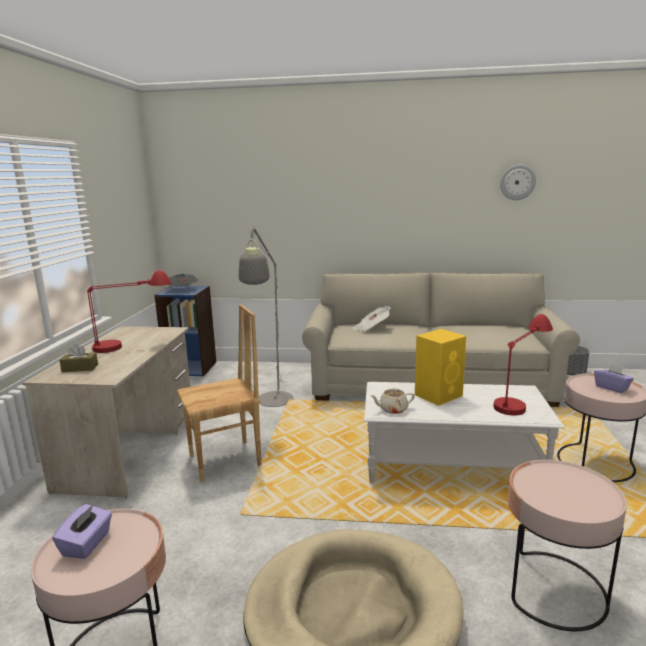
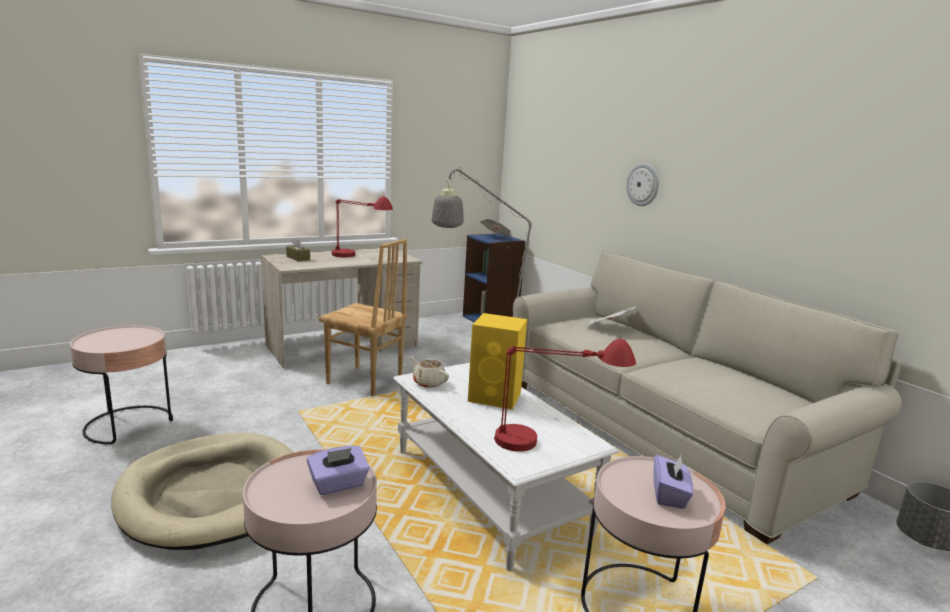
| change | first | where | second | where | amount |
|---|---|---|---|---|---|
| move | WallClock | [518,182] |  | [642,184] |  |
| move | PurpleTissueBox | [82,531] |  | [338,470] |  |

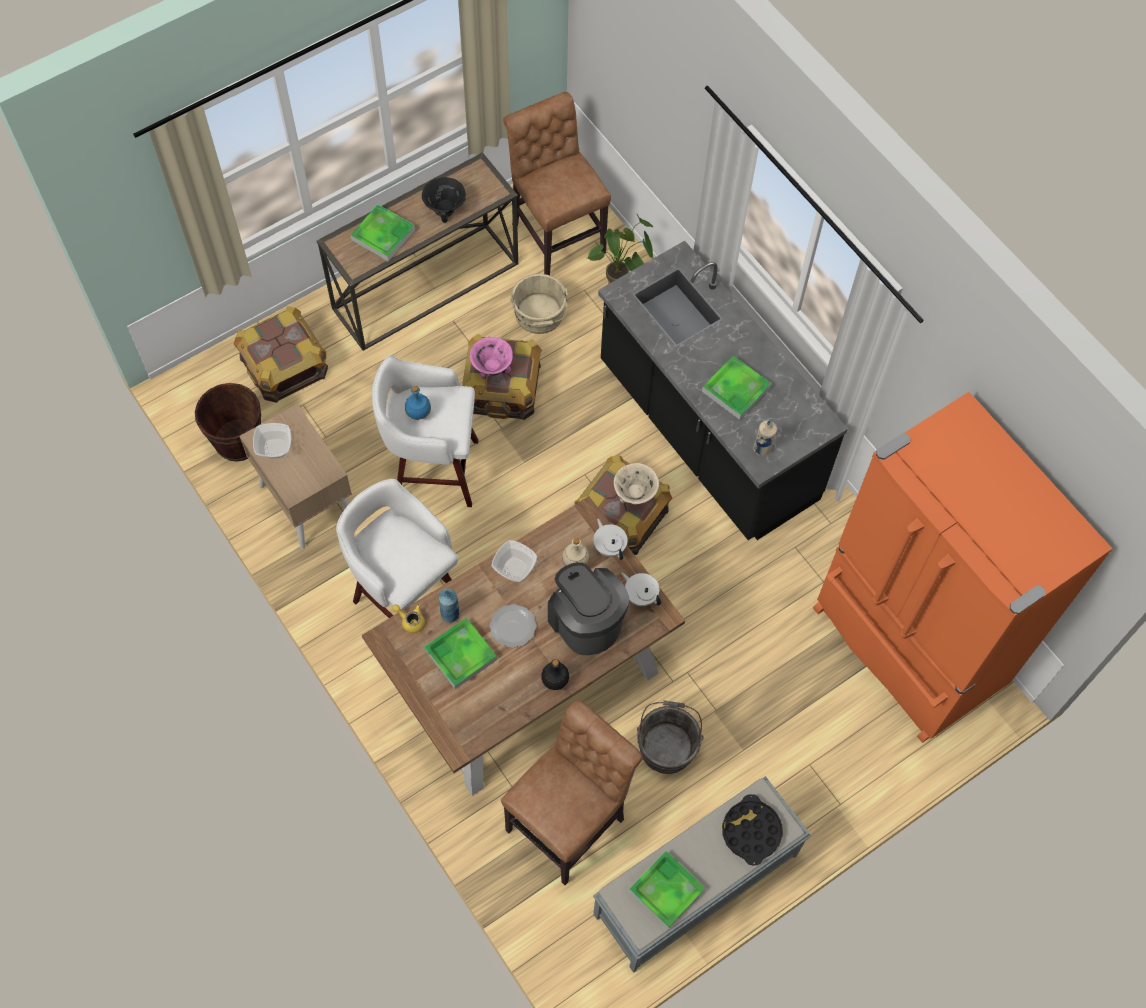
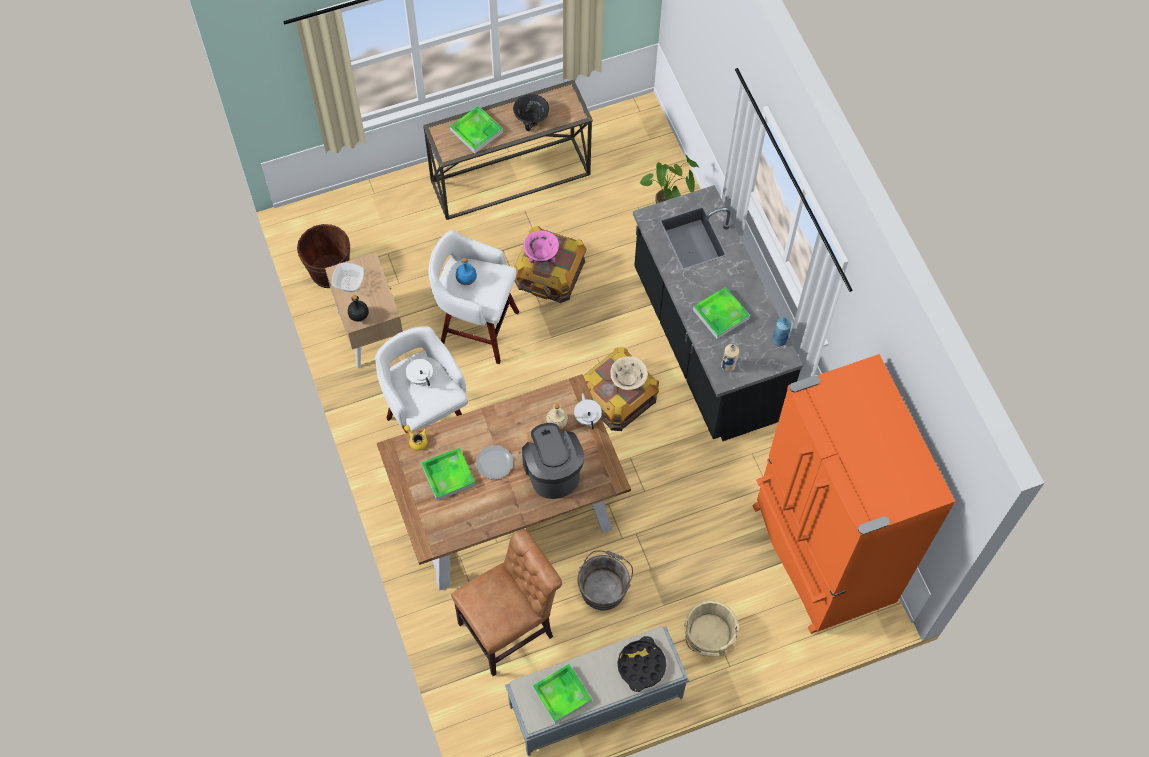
| change | first | where | second | where | amount |
|---|---|---|---|---|---|
| delete | BrownChair | [557,183] |  |  |  |
| move | BeigeBucket | [539,304] |  | [711,628] |  |
| delete | Crate | [281,354] |  |  |  |
| delete | Bowl | [514,561] |  |  |  |
| move | WhiteTeapot | [641,589] |  | [419,370] |  |
| move | BlueBottle | [449,606] |  | [782,332] |  |
| move | BlackBottle | [555,675] |  | [358,308] |  |

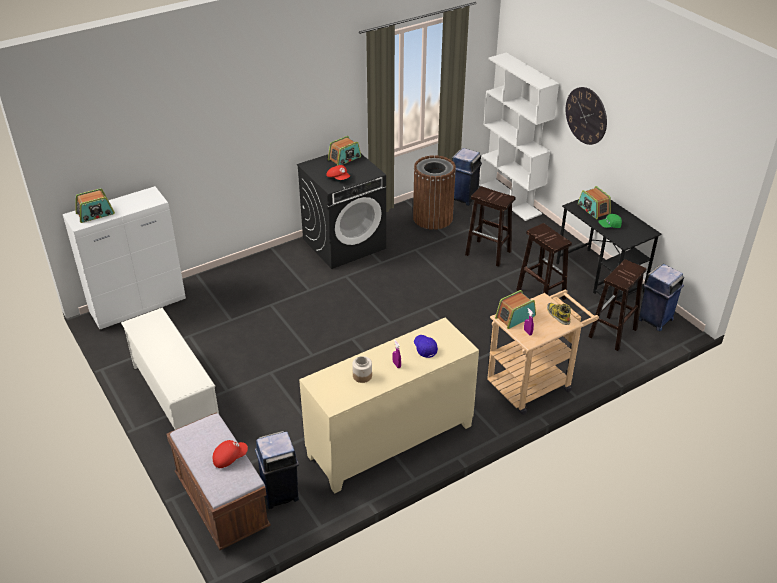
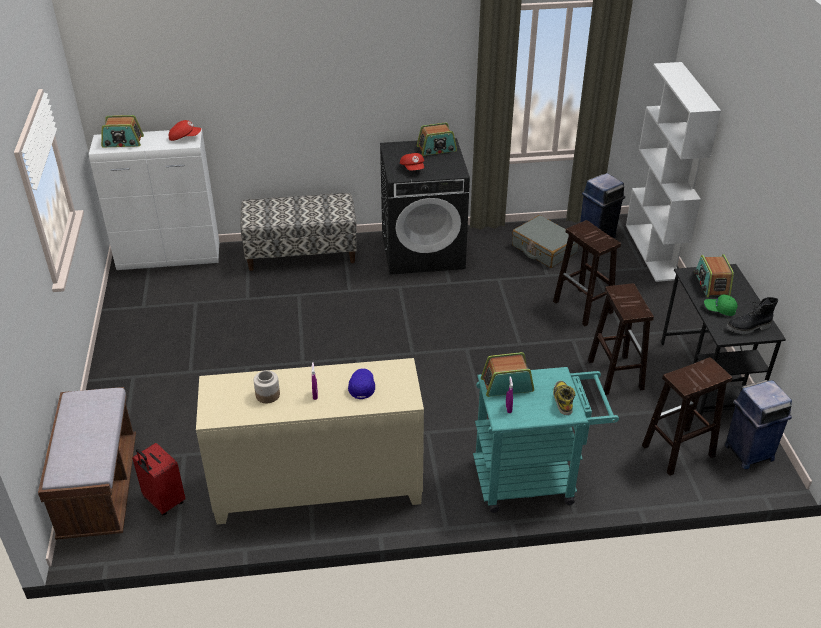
| change | first | where | second | where | amount |
|---|---|---|---|---|---|
| delete | WallClock | [586,116] |  |  |  |
| replace | BrownTrashCan | [434,192] | GreySuitcase | [545,241] |  |
| recolor | BeigeCart | [543,352] | TurquoiseCart | [546,440] |  |
| delete | WhiteShoeRack | [170,369] |  |  |  |
| replace | BlueTrashCan | [277,470] | RedSuitcase | [159,479] |  |
| move | RedCap | [230,454] |  | [185,130] |  |
| insert |  |  | Bench | [298,232] |  |
| insert |  |  | BlackBoot | [752,315] |  |

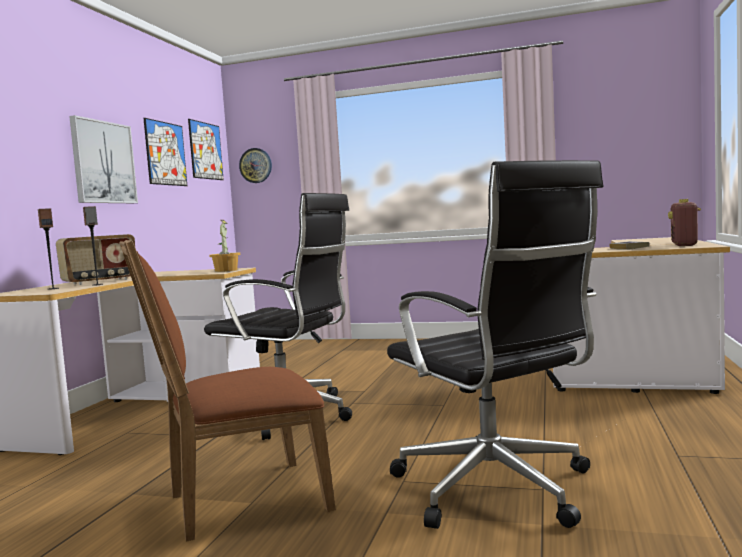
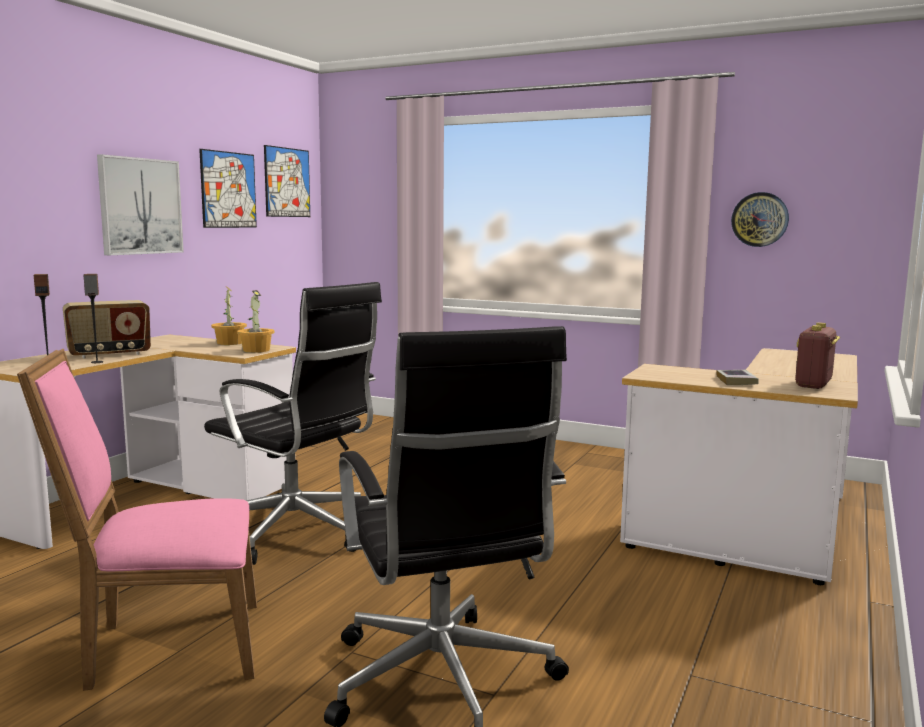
| change | first | where | second | where | amount |
|---|---|---|---|---|---|
| move | WallClock | [255,165] |  | [760,219] |  |
| recolor | BrownChair | [227,391] | PinkChair | [137,520] |  |
| insert |  |  | PottedPlant | [229,315] |  |

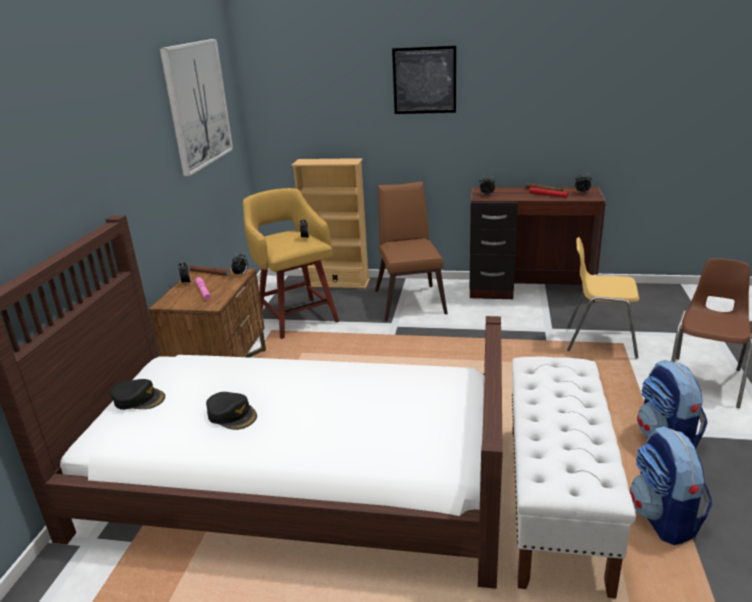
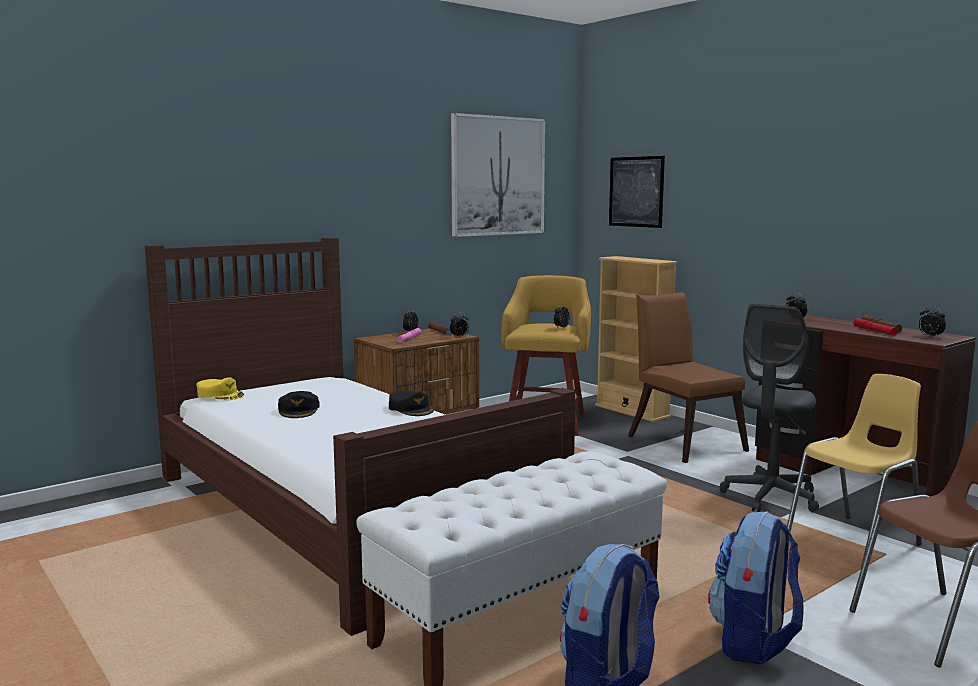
| change | first | where | second | where | amount |
|---|---|---|---|---|---|
| move | Picture | [424,80] |  | [637,192] |  |
| rotate | BrownChair | [411,251] |  | [688,377] | 60 degrees counterclockwise |
| rotate | YellowChair | [603,298] |  | [854,471] | 90 degrees clockwise |
| move | BlackCap | [137,394] |  | [411,403] |  |
| insert |  |  | GreyOfficeChair | [769,408] |  |
| insert |  |  | YellowCap | [220,388] |  |

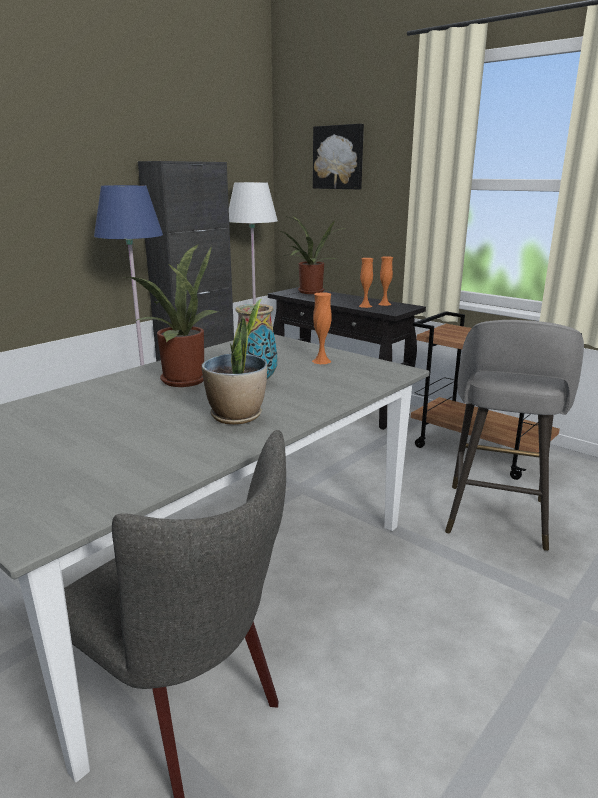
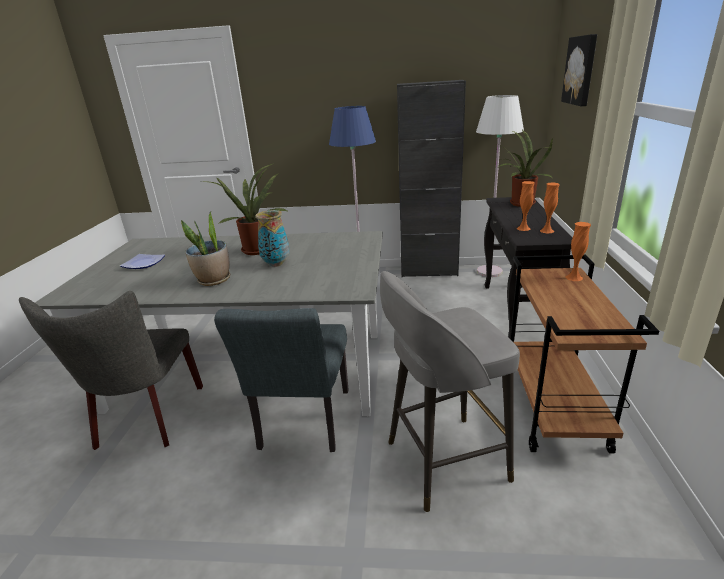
| change | first | where | second | where | amount |
|---|---|---|---|---|---|
| move | OrangeVase | [322,328] |  | [578,251] |  |
| insert |  |  | Plate | [142,261] |  |
| insert |  |  | GreyChair | [281,380] |  |

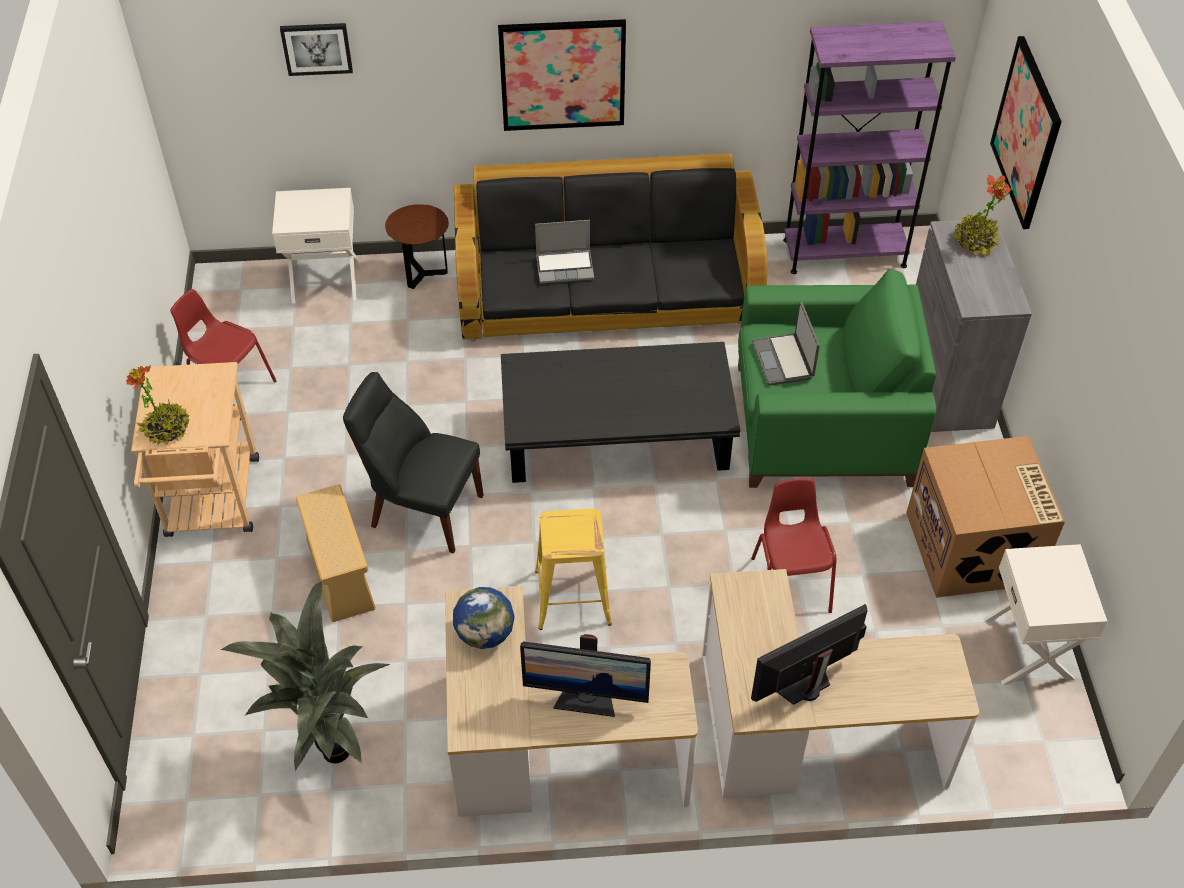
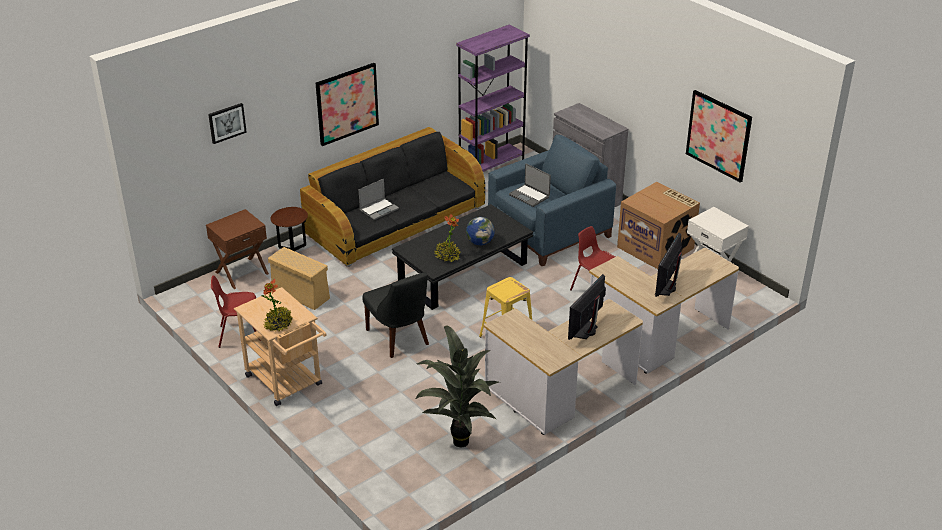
| change | first | where | second | where | amount |
|---|---|---|---|---|---|
| move | Picture | [1026,132] |  | [719,136] |  |
| move | PottedPlant | [983,215] |  | [447,238] |  |
| recolor | WhiteNightstand | [315,246] | BrownNightstand | [237,249] |  |
| recolor | GreenArmchair | [837,378] | BlueArmchair | [552,200] |  |
| rotate | BlackChair | [413,462] |  | [396,315] | 105 degrees counterclockwise |
| move | BeigeStorageBox | [336,553] |  | [299,278] |  |
| move | Globe | [484,618] |  | [480,231] |  |
| rotate | Monitor | [585,675] |  | [587,307] | 150 degrees clockwise |

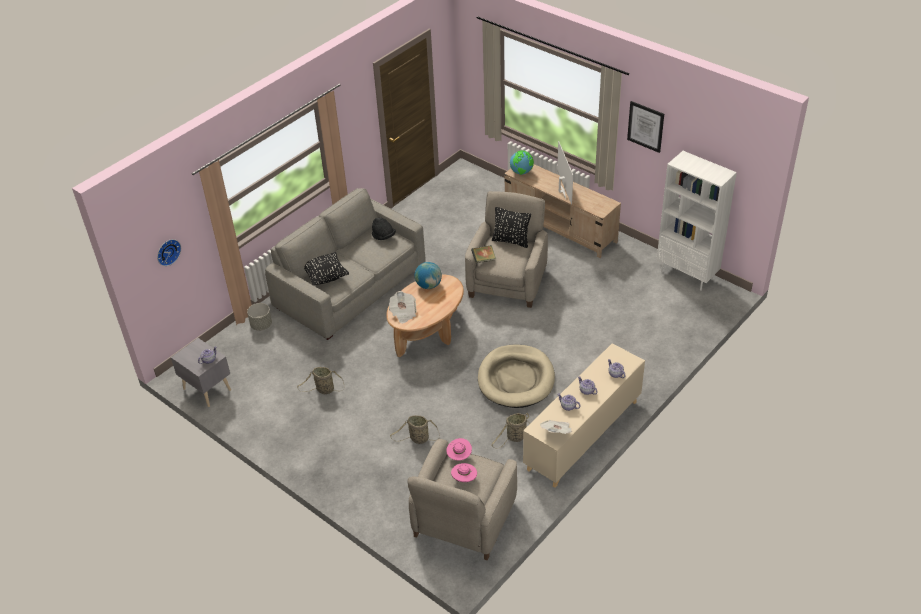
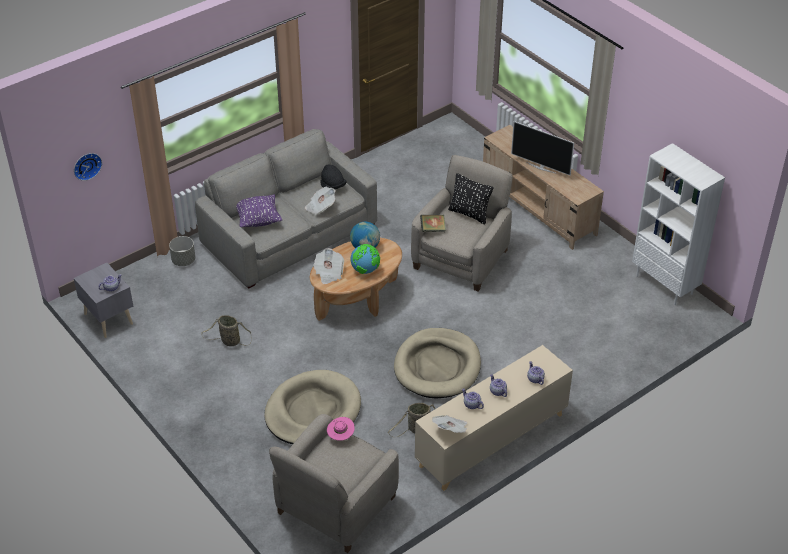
| change | first | where | second | where | amount |
|---|---|---|---|---|---|
| delete | Picture | [645,127] |  |  |  |
| rotate | Television | [565,173] |  | [542,148] | 120 degrees clockwise |
| move | Globe | [522,162] |  | [365,259] |  |
| recolor | BlackPillow | [326,269] | PurplePillow | [259,210] |  |
| replace | Basket | [415,429] | BeigeDogBed | [312,407] |  |
| delete | PinkHat | [464,472] |  |  |  |
| insert |  |  | Newspaper | [320,201] |  |

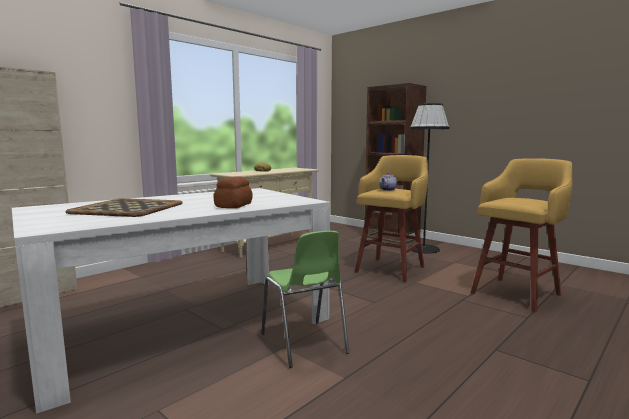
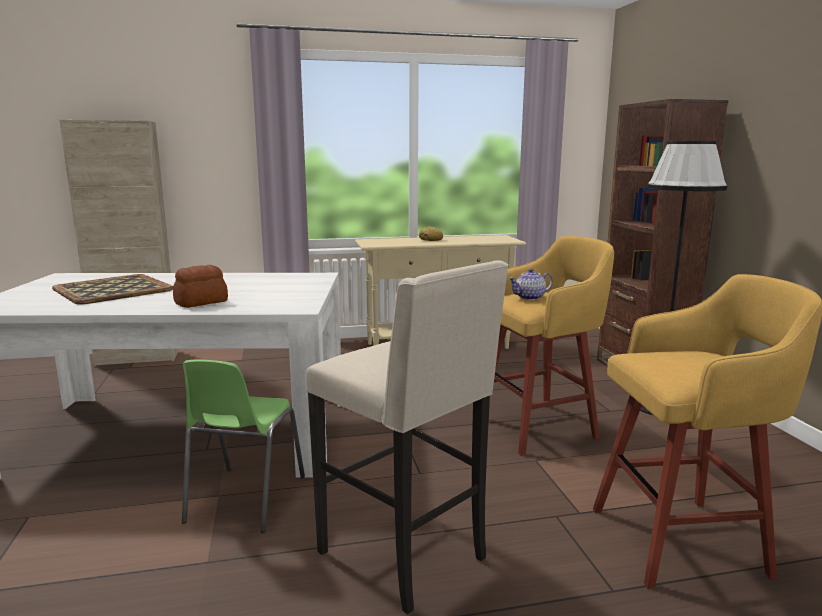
| change | first | where | second | where | amount |
|---|---|---|---|---|---|
| insert |  |  | BeigeStool | [407,437] |  |

